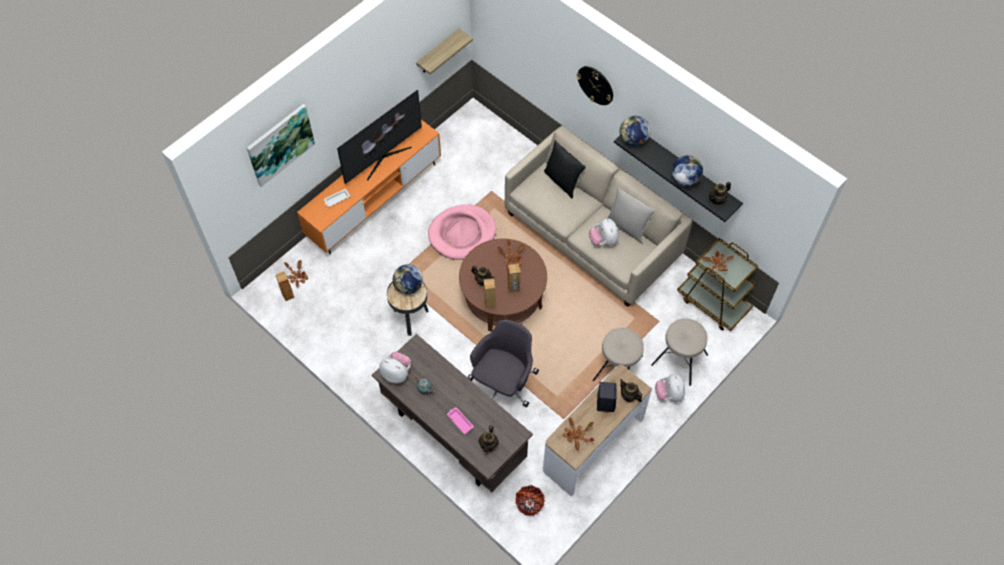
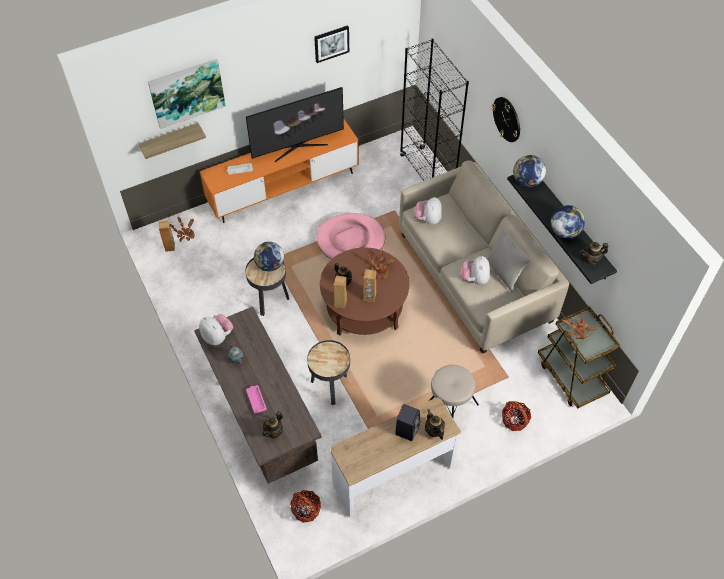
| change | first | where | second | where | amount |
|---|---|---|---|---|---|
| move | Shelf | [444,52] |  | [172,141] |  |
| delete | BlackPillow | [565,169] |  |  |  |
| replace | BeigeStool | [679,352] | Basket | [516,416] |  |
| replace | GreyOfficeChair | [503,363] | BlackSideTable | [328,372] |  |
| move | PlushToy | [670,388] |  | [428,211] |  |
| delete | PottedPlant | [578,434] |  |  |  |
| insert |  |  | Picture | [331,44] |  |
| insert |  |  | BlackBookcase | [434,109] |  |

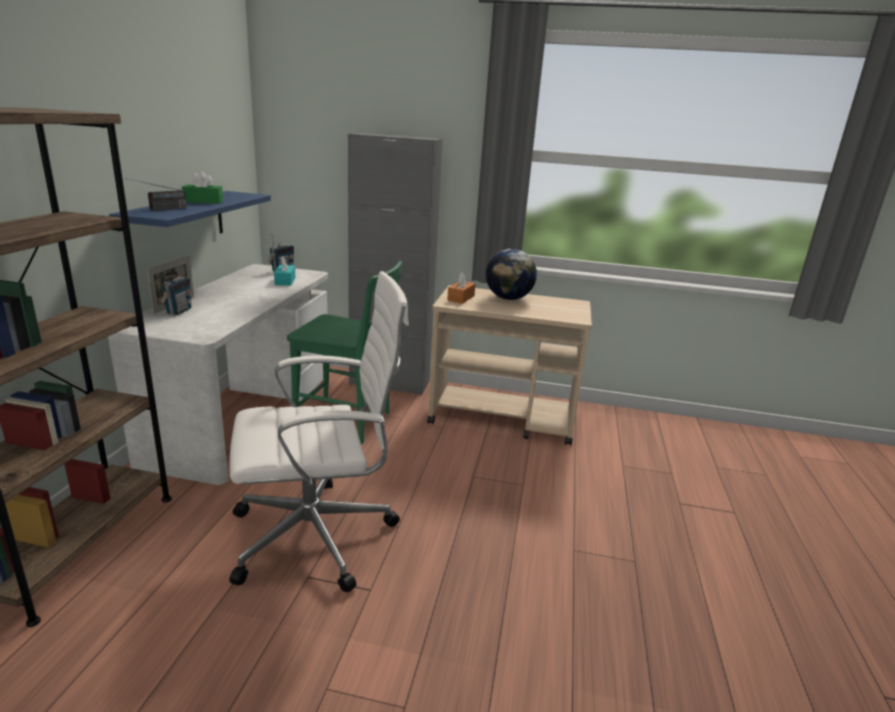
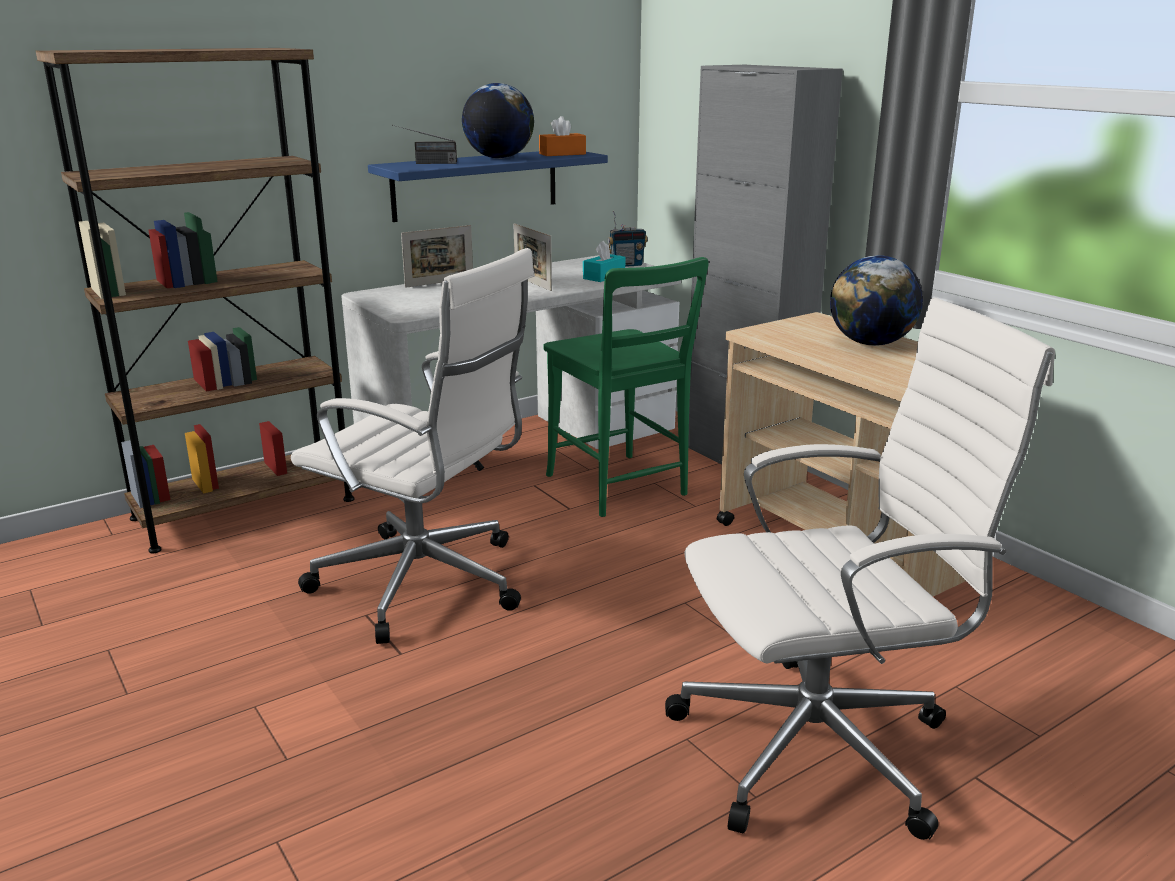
| change | first | where | second | where | amount |
|---|---|---|---|---|---|
| replace | GreenTissueBox | [202,187] | Globe | [498,121] |  |
| delete | Radio | [175,290] |  |  |  |
| move | OrangeTissueBox | [461,288] |  | [562,136] |  |
| insert |  |  | PictureFrame | [532,257] |  |
| insert |  |  | WhiteOfficeChair | [860,569] |  |

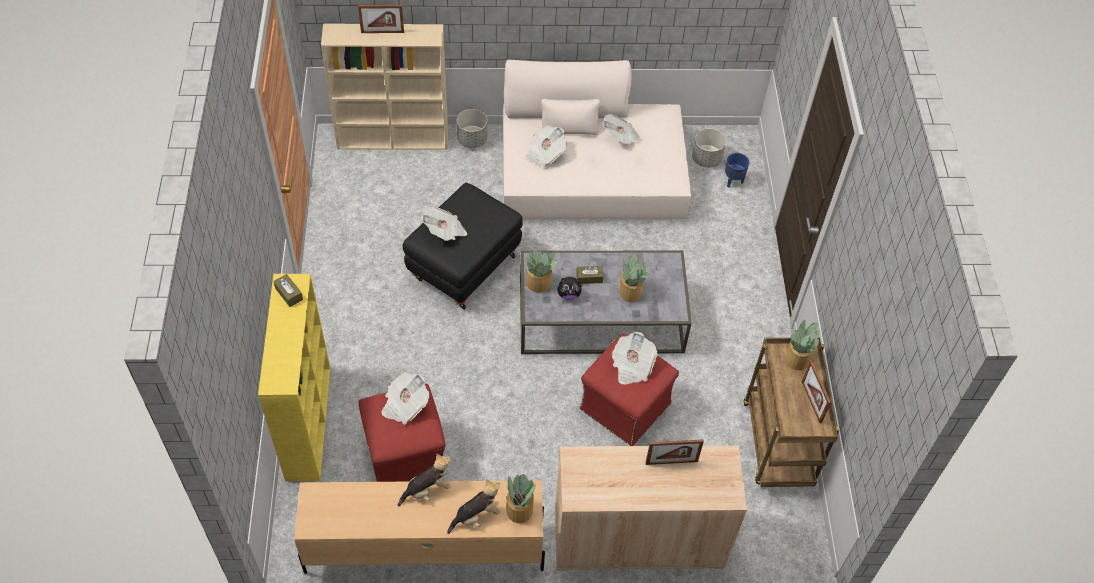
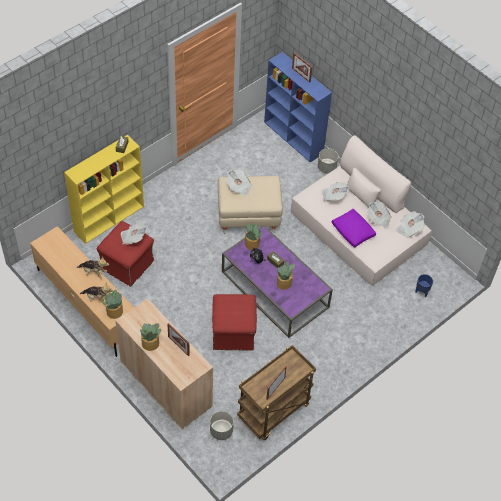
| change | first | where | second | where | amount |
|---|---|---|---|---|---|
| recolor | BeigeBookcase | [384,86] | BlueBookcase | [298,107] |  |
| move | GreyPlanter | [709,148] |  | [221,425] |  |
| recolor | BlackOttoman | [463,246] | BeigeOttoman | [250,204] |  |
| recolor | GreyCoffeeTable | [606,302] | PurpleCoffeeTable | [277,281] |  |
| move | PottedPlant | [802,345] |  | [151,337] |  |
| move | Newspaper | [634,358] |  | [410,224] |  |
| insert |  |  | PurplePillow | [354,228] |  |

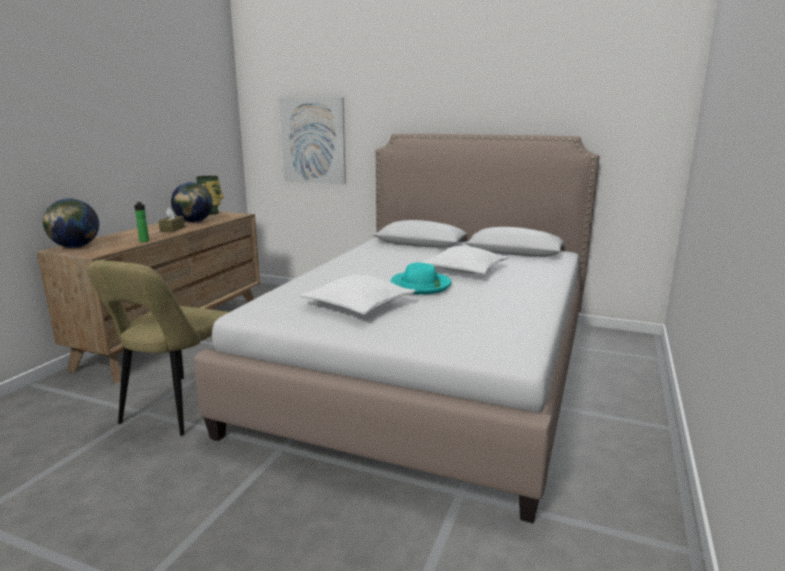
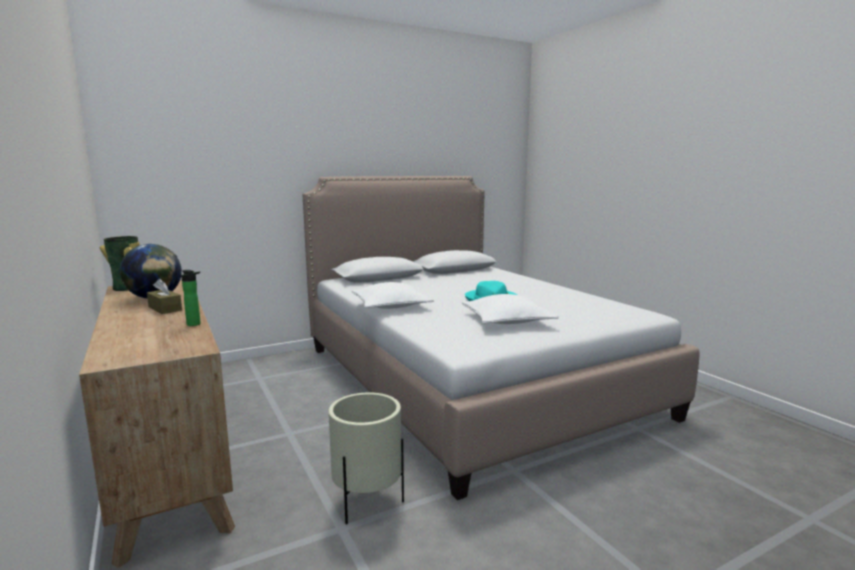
| change | first | where | second | where | amount |
|---|---|---|---|---|---|
| delete | Picture | [312,140] |  |  |  |
| delete | Globe | [71,223] |  |  |  |
| move | WhitePillow | [464,260] |  | [393,295] |  |
| replace | BeigeChair | [158,348] | BeigePlanter | [366,458] |  |

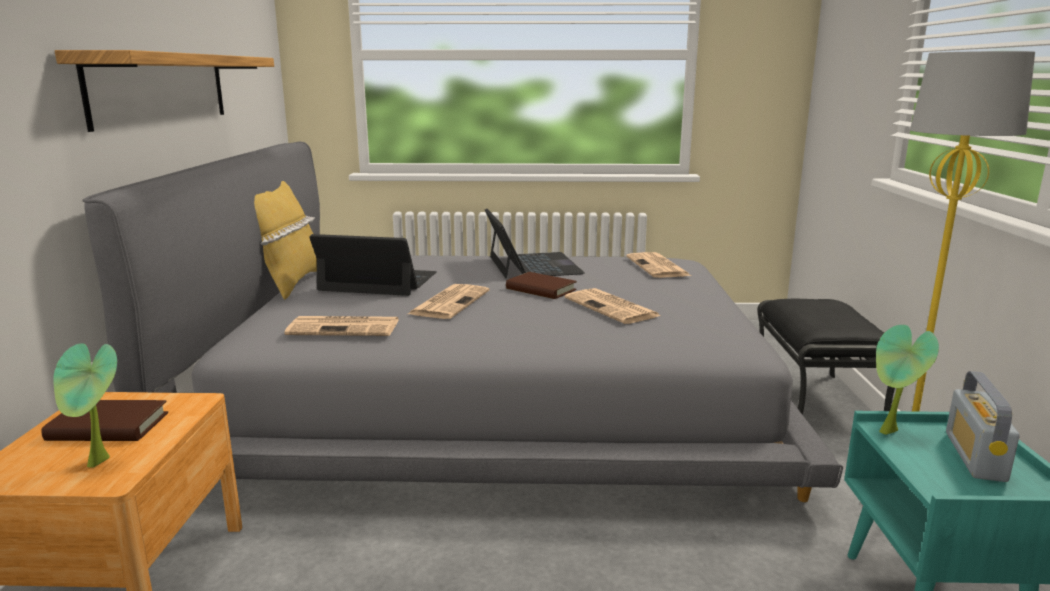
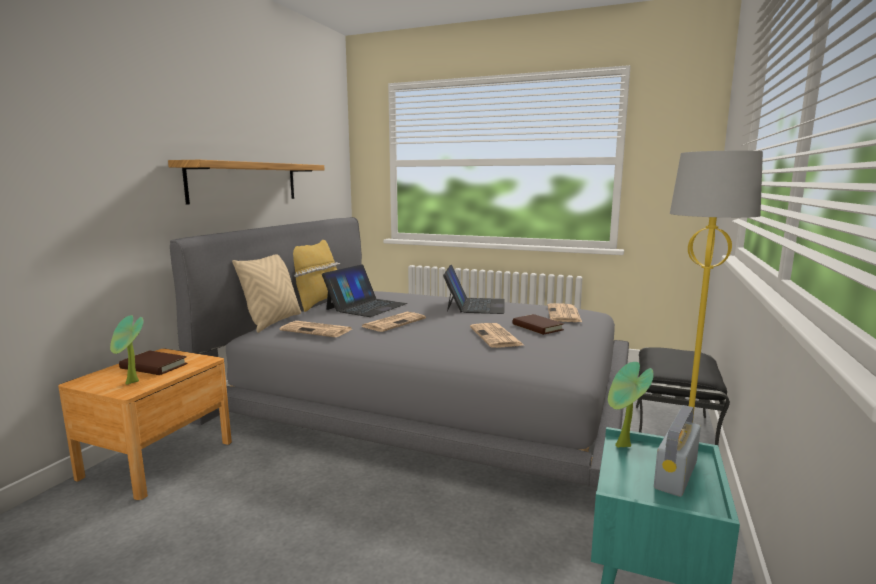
| change | first | where | second | where | amount |
|---|---|---|---|---|---|
| rotate | Laptop | [373,265] |  | [364,290] | 90 degrees clockwise |
| move | BrownBook | [541,285] |  | [538,324] |  |
| insert |  |  | BeigePillow | [266,293] |  |

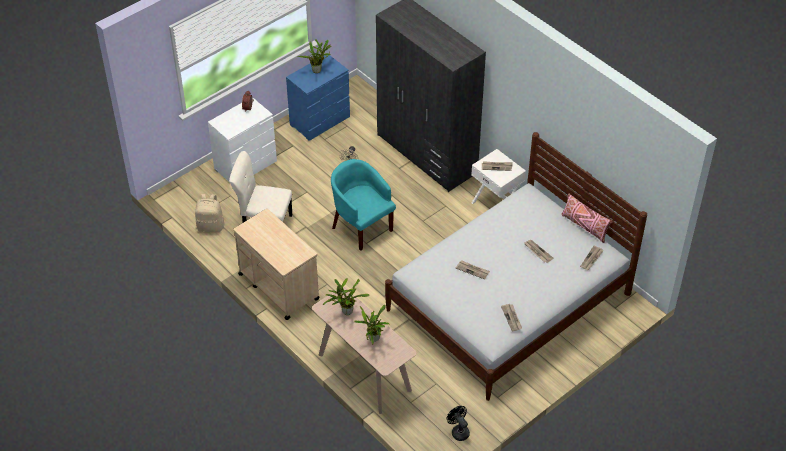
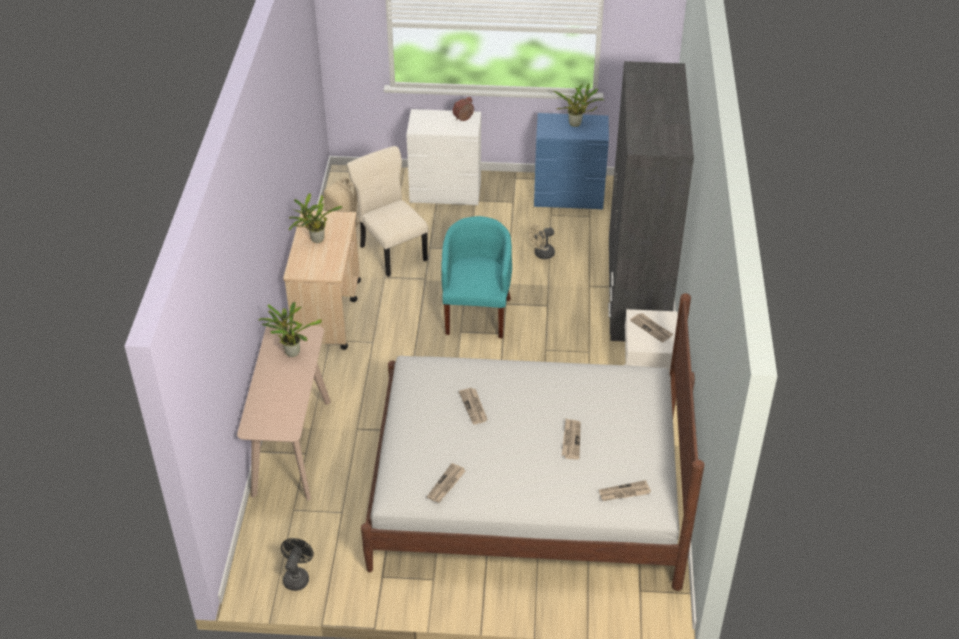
| change | first | where | second | where | amount |
|---|---|---|---|---|---|
| delete | PinkPillow | [587,218] |  |  |  |
| move | PottedPlant | [371,324] |  | [316,218] |  |

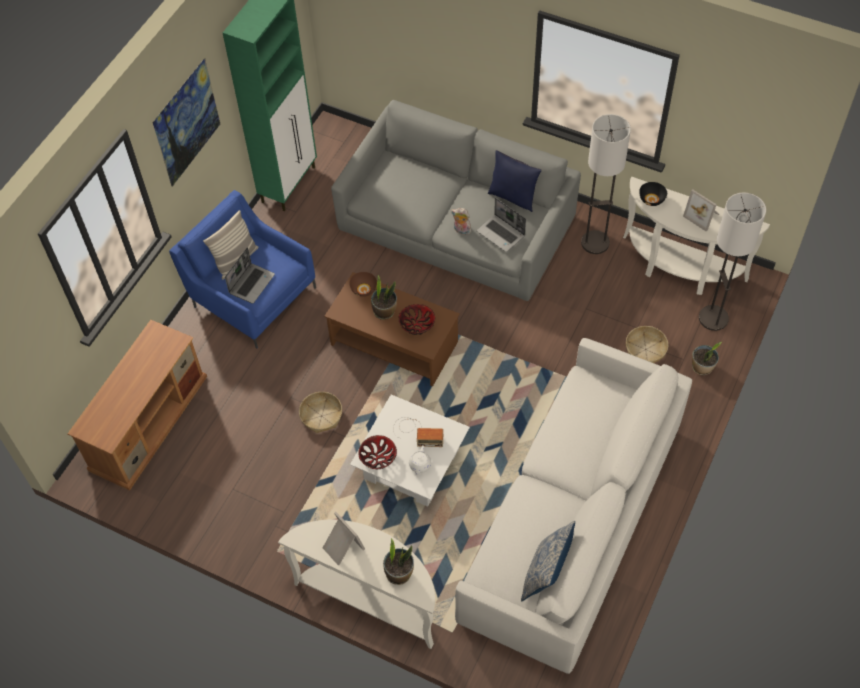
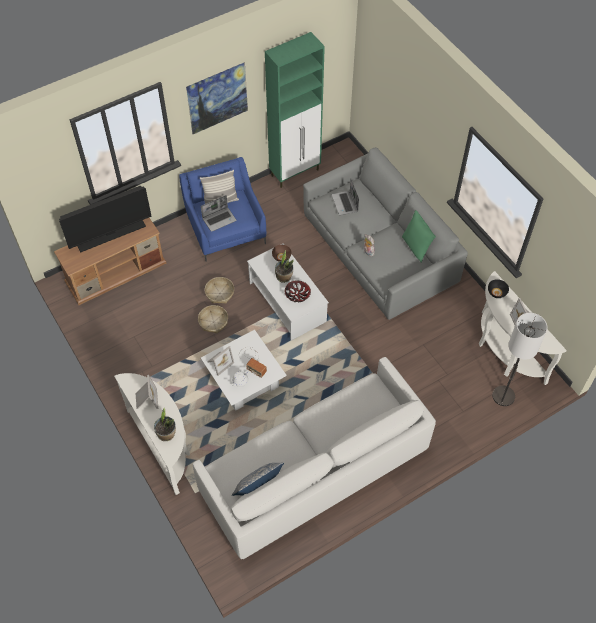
| change | first | where | second | where | amount |
|---|---|---|---|---|---|
| delete | FloorLamp | [606,184] |  |  |  |
| recolor | BluePillow | [515,181] | GreenPillow | [419,236] |  |
| move | Laptop | [501,225] |  | [345,197] |  |
| recolor | BrownCoffeeTable | [392,329] | WhiteCoffeeTable | [288,291] |  |
| move | Basket | [647,344] |  | [219,290] |  |
| delete | PottedPlant | [707,358] |  |  |  |
| replace | Bowl | [377,452] | PictureFrame | [220,361] |  |
| insert |  |  | Television | [105,219] |  |

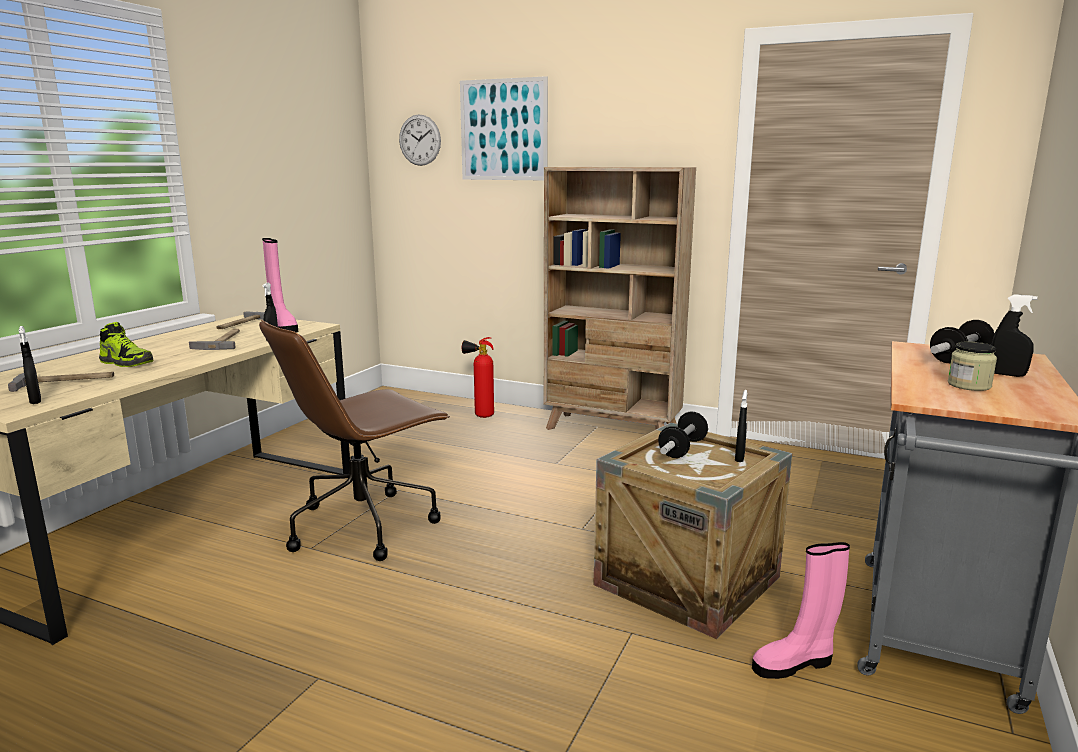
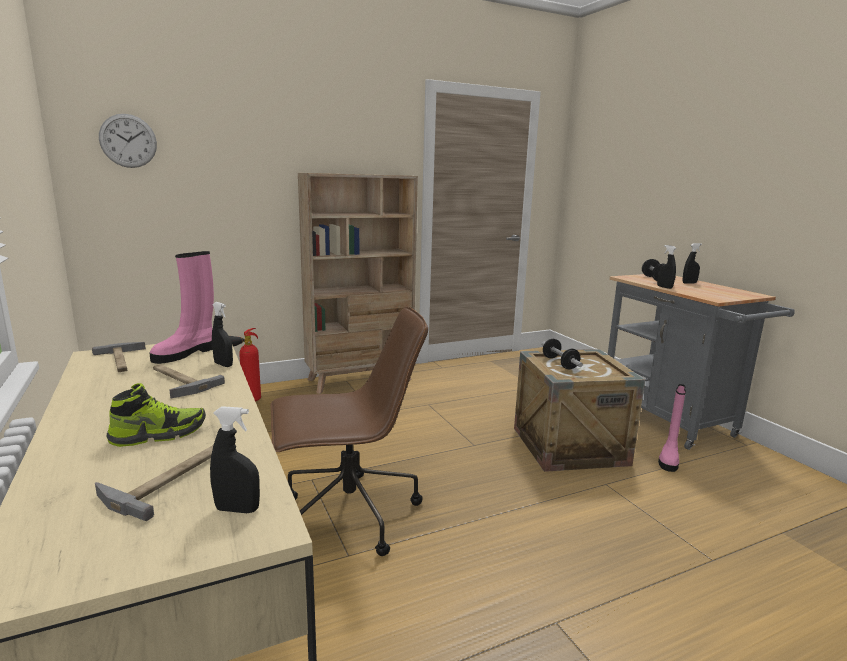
| change | first | where | second | where | amount |
|---|---|---|---|---|---|
| delete | Picture | [504,128] |  |  |  |
| rotate | PinkBoot | [280,285] |  | [182,307] | 120 degrees clockwise |
| rotate | BrownOfficeChair | [354,440] |  | [349,431] | 105 degrees counterclockwise |
| delete | Jar | [972,366] |  |  |  |
| move | BlackSprayBottle | [741,426] |  | [667,267] |  |

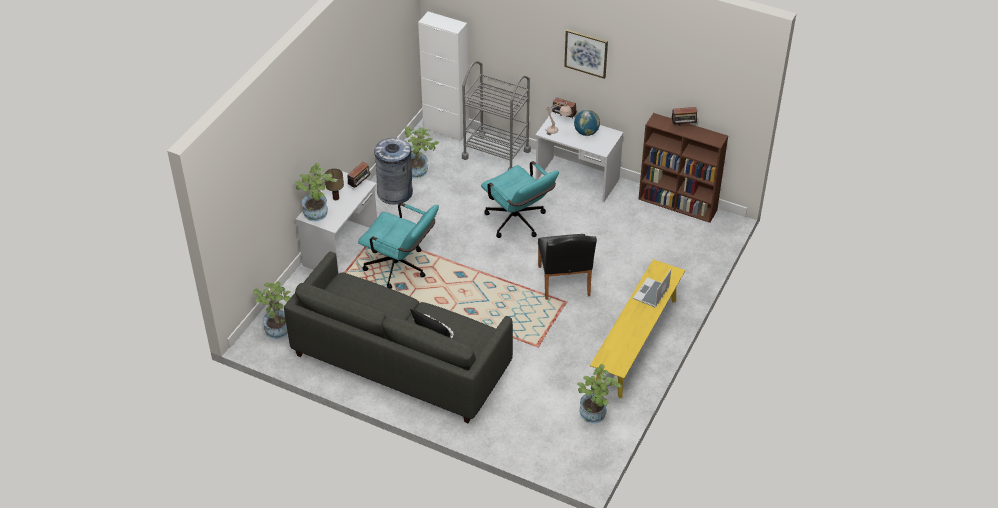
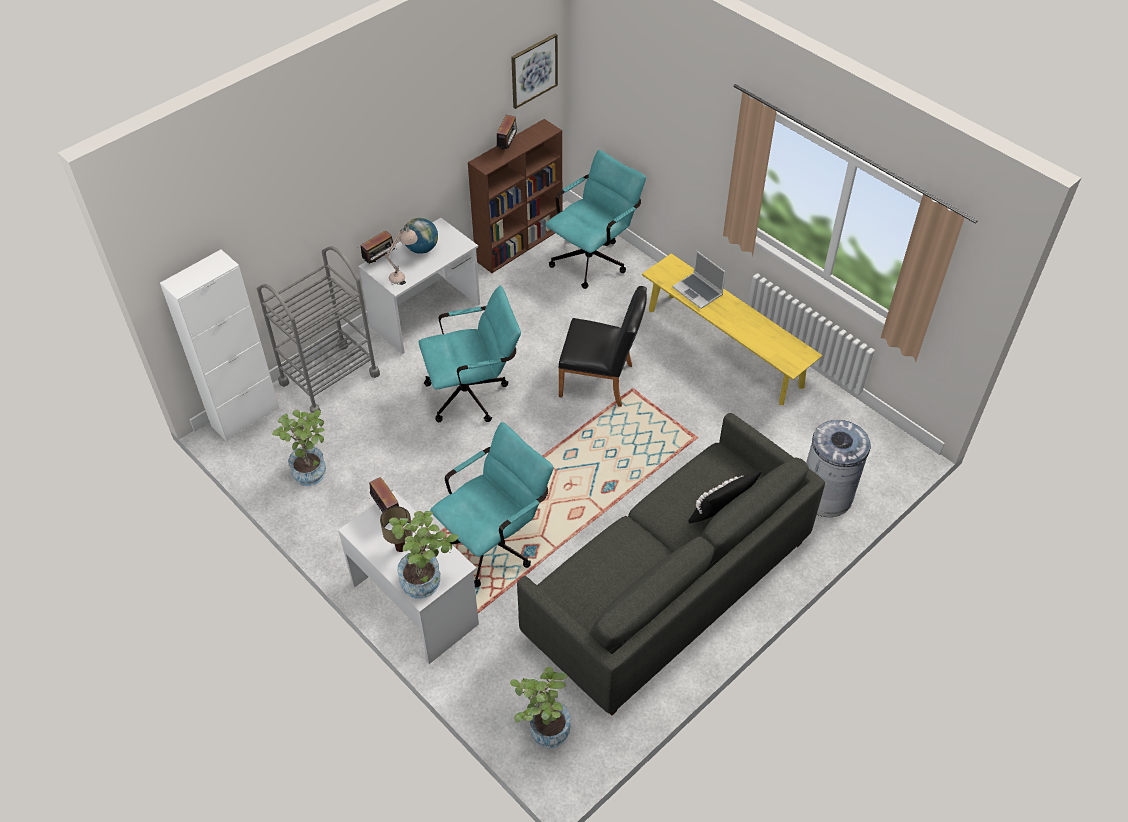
| change | first | where | second | where | amount |
|---|---|---|---|---|---|
| move | Picture | [586,54] |  | [534,71] |  |
| move | GreyTrashCan | [393,171] |  | [838,468] |  |
| delete | PottedPlant | [599,394] |  |  |  |
| insert |  |  | TurquoiseOfficeChair | [595,219] |  |

